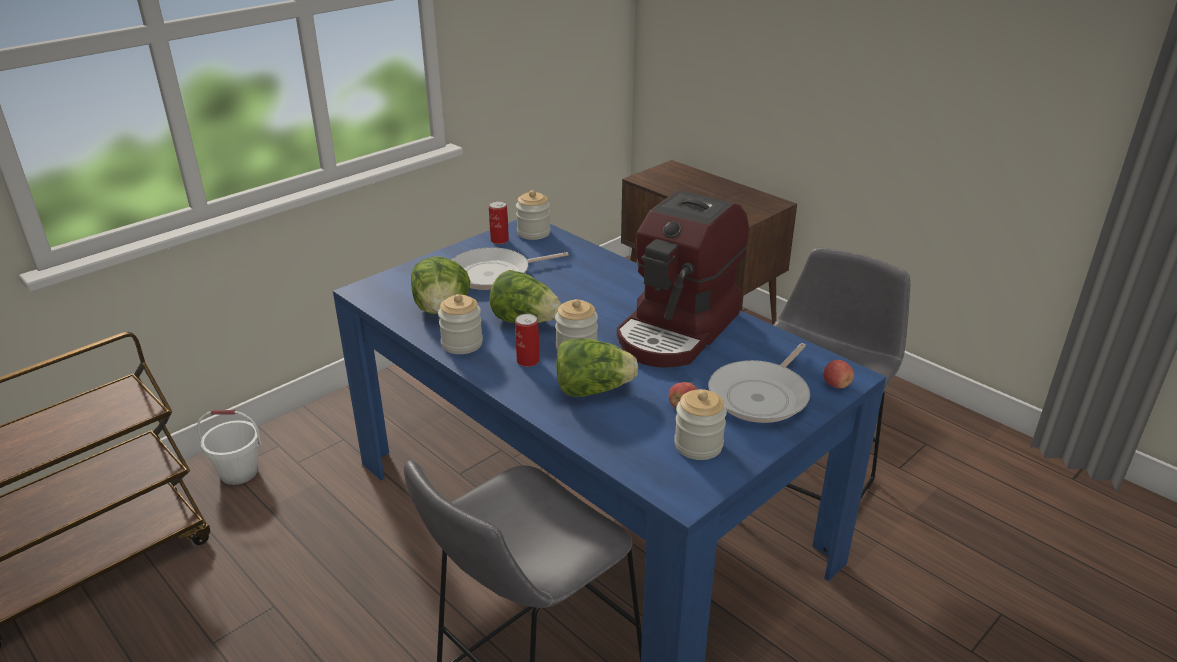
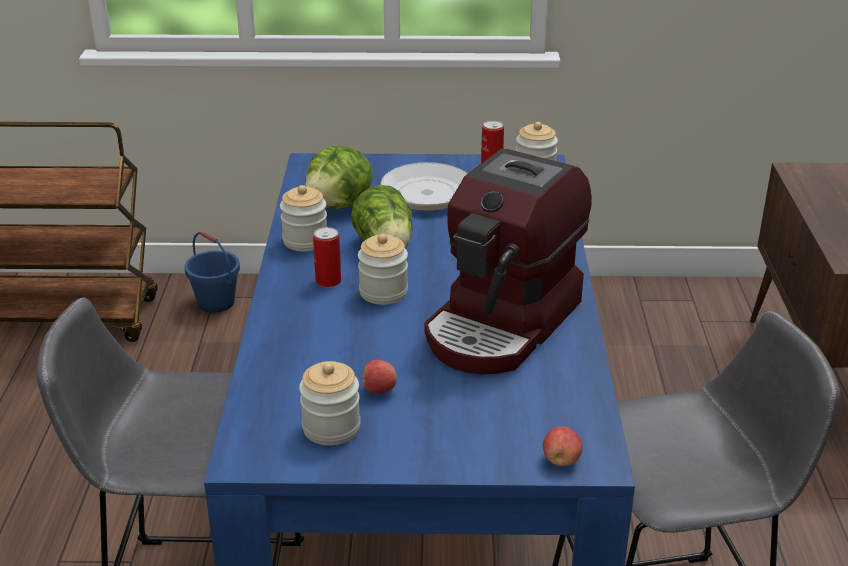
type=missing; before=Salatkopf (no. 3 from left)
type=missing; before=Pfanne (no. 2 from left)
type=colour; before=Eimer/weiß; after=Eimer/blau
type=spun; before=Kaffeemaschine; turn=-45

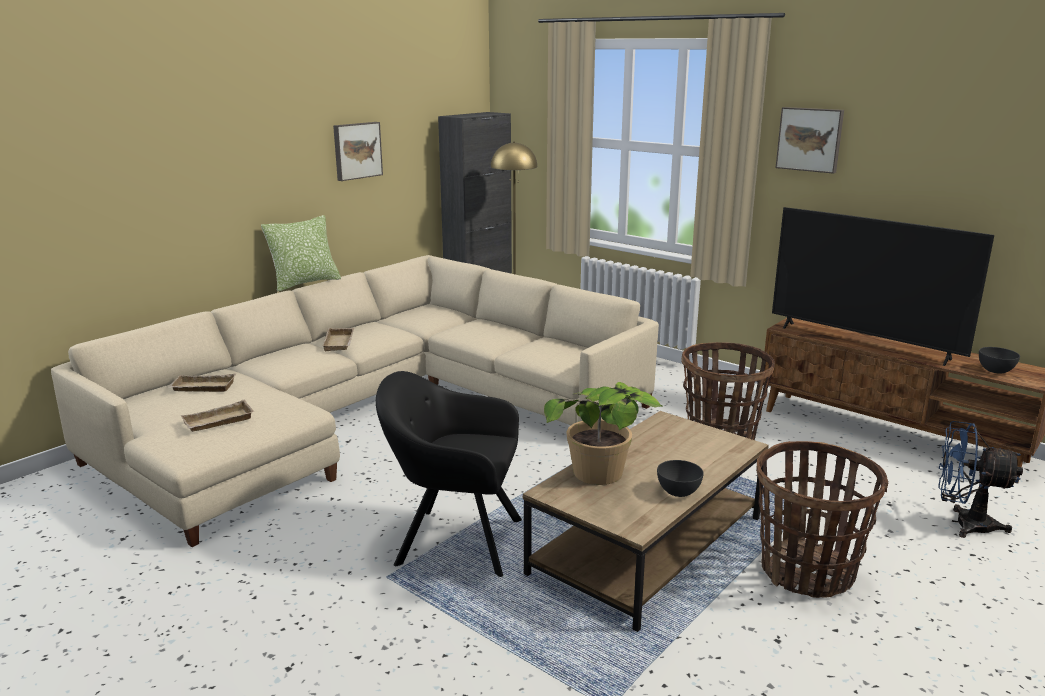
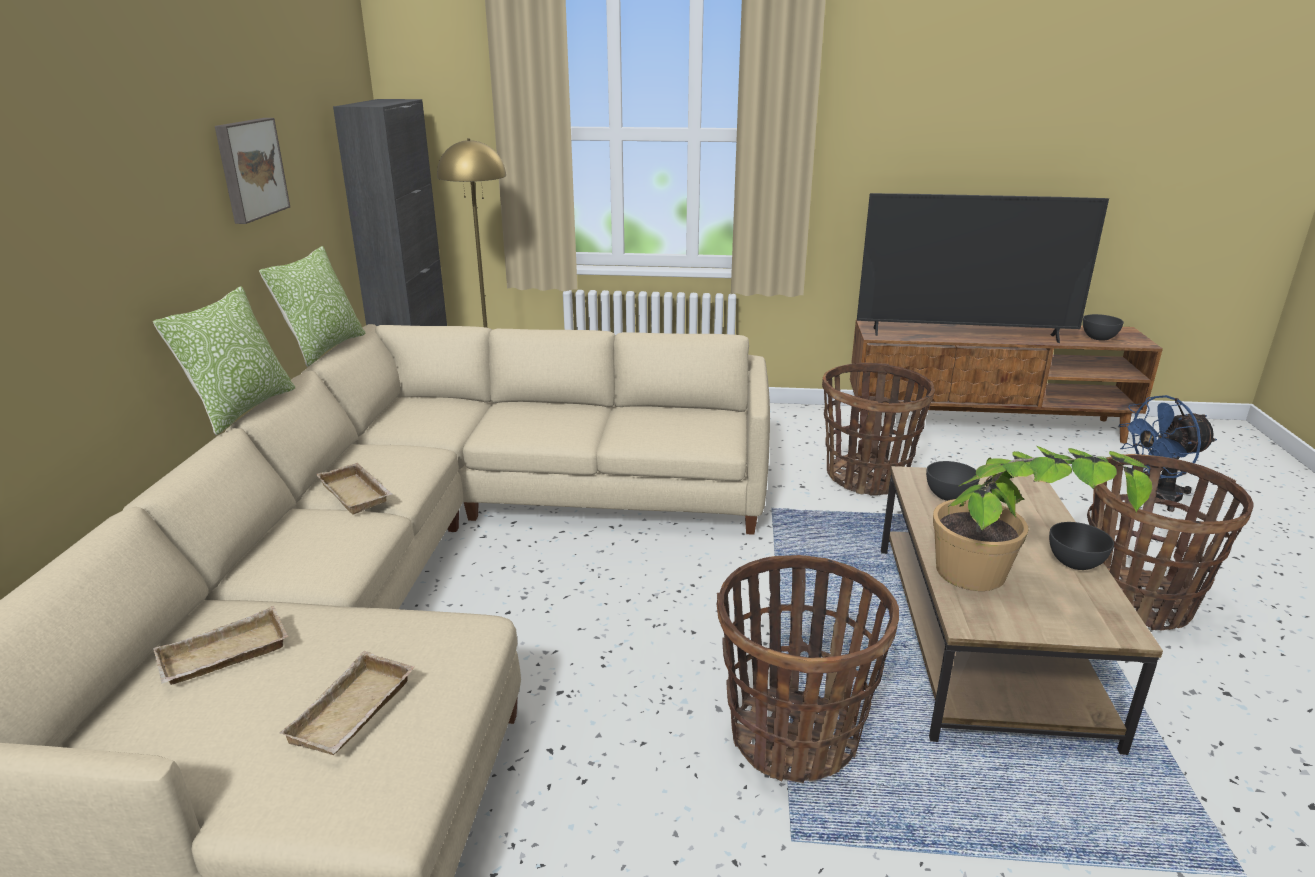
type=missing; before=Bild (no. 2 from left)
type=appeared; after=Kissen (no. 2 from left)
type=appeared; after=Schüssel/grau (no. 1 from left)
type=exchanged; before=Sessel/schwarz; after=Korb (no. 1 from left)

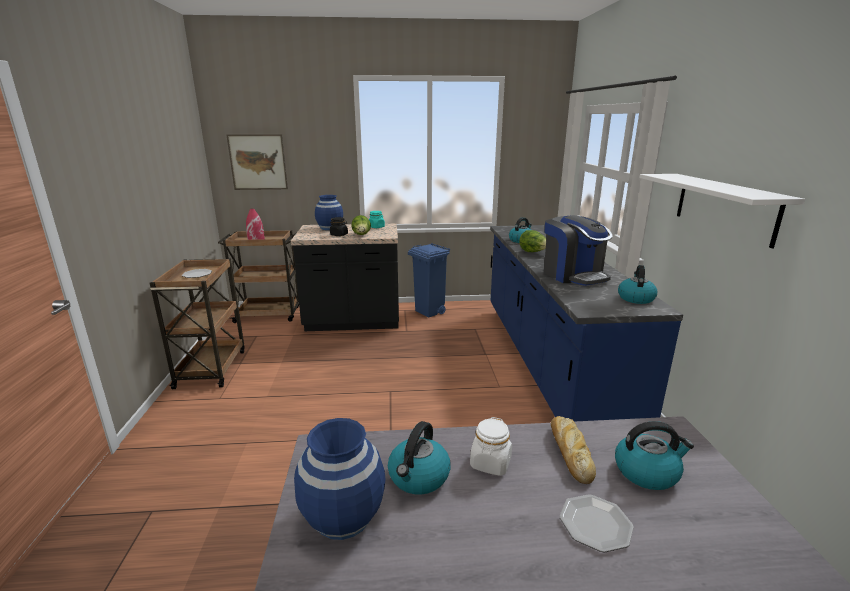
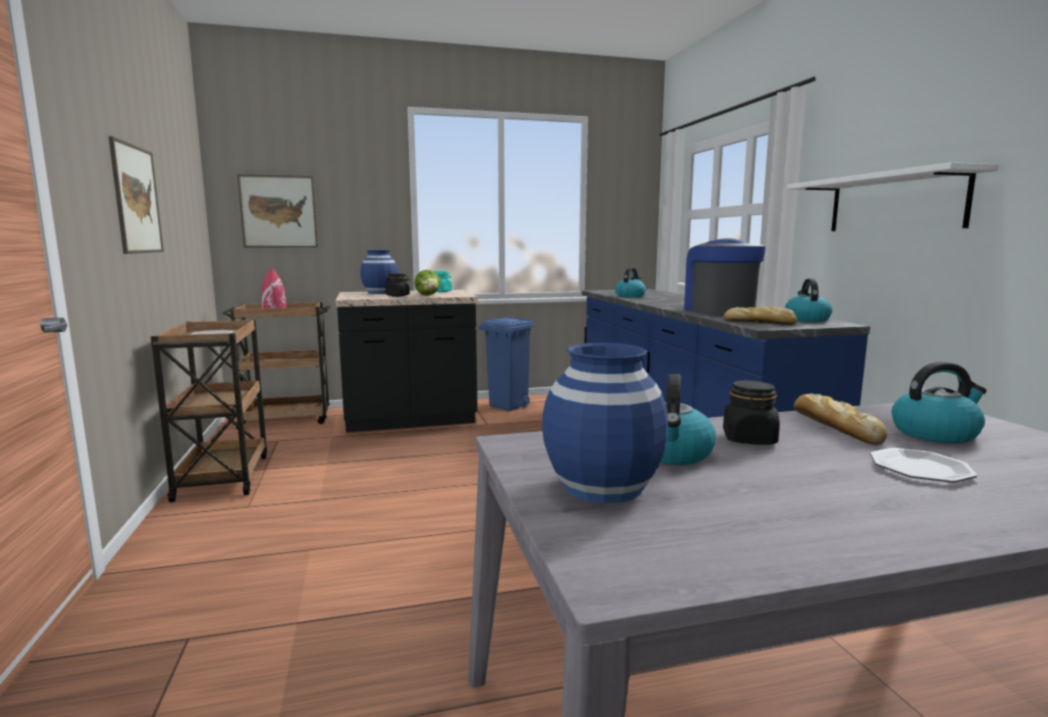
type=missing; before=Salatkopf (no. 2 from left)
type=appeared; after=Bild (no. 1 from left)
type=appeared; after=Brot (no. 1 from left)
type=colour; before=Vorratsglas/weiß; after=Vorratsglas/schwarz (no. 2 from left)
type=spun; before=Kaffeemaschine; turn=-150

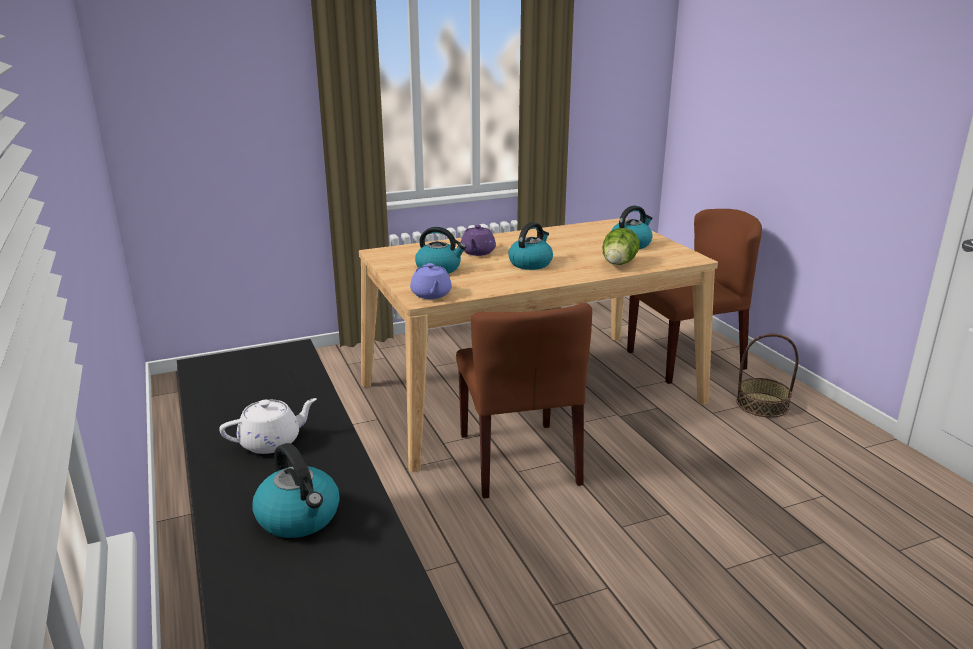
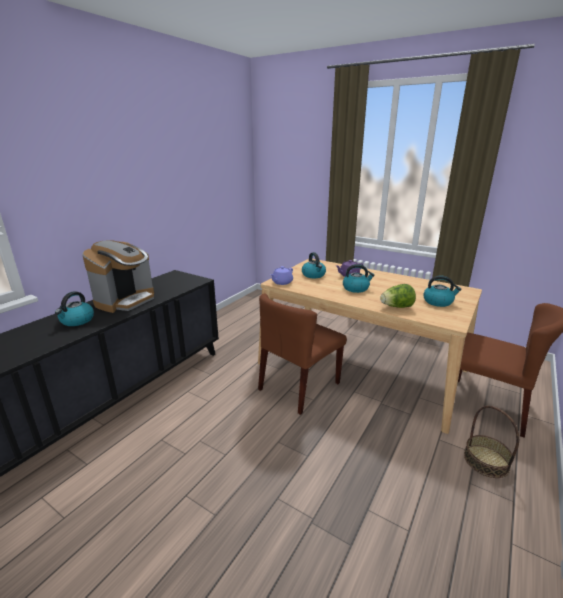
type=exchanged; before=Teekanne/weiß; after=Kaffeemaschine

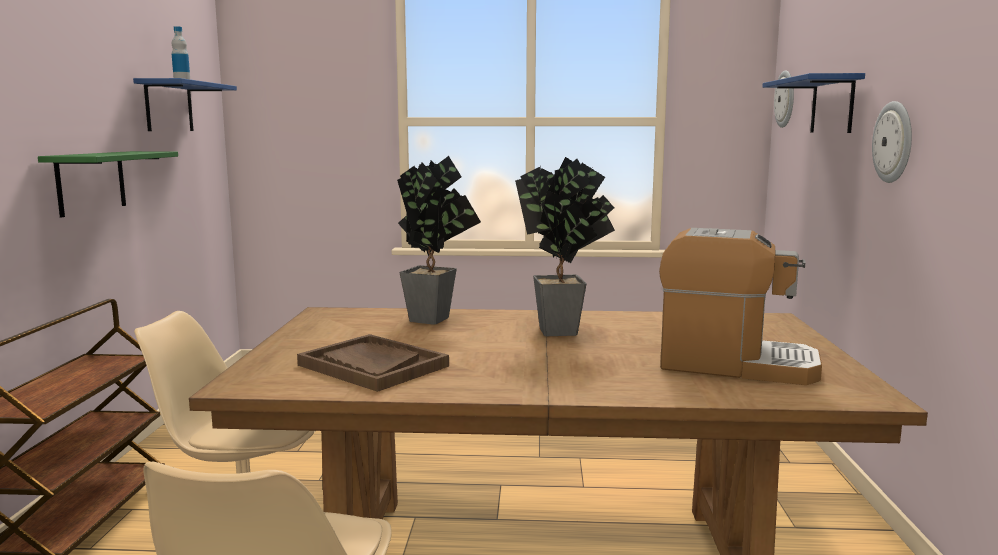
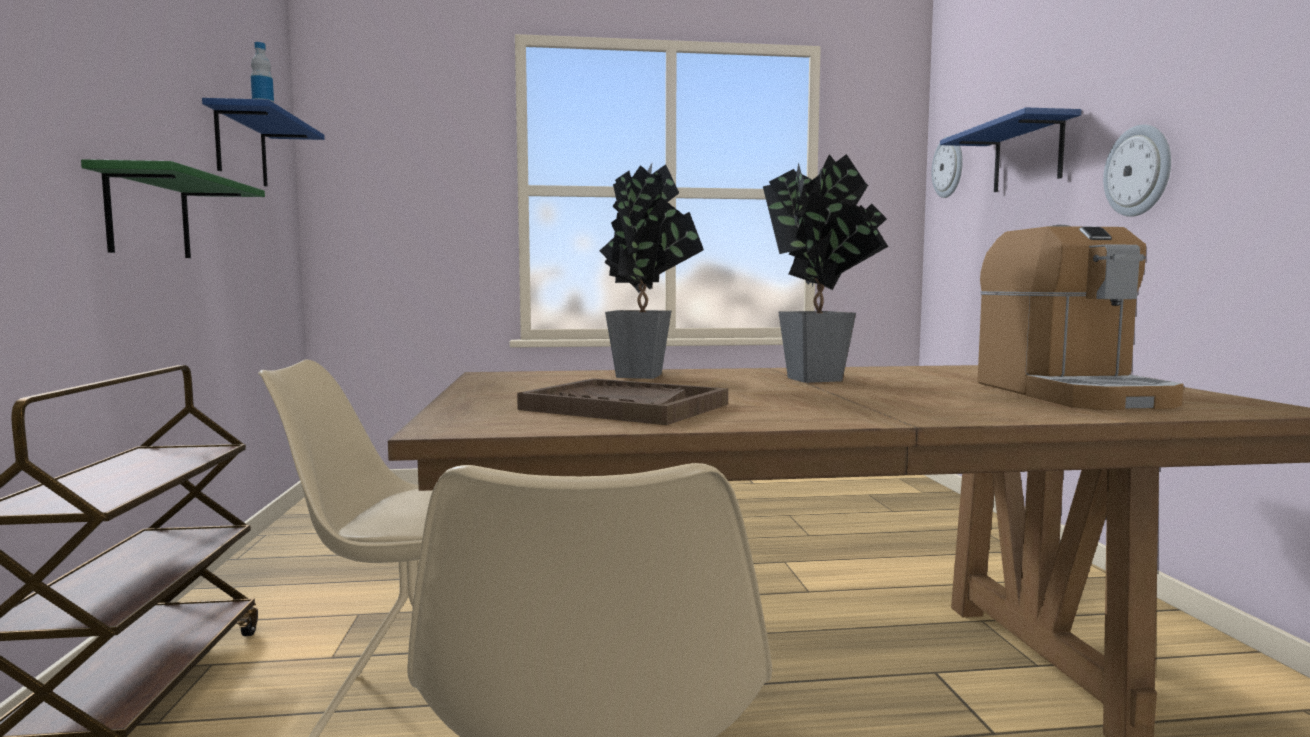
type=spun; before=Kaffeemaschine; turn=75

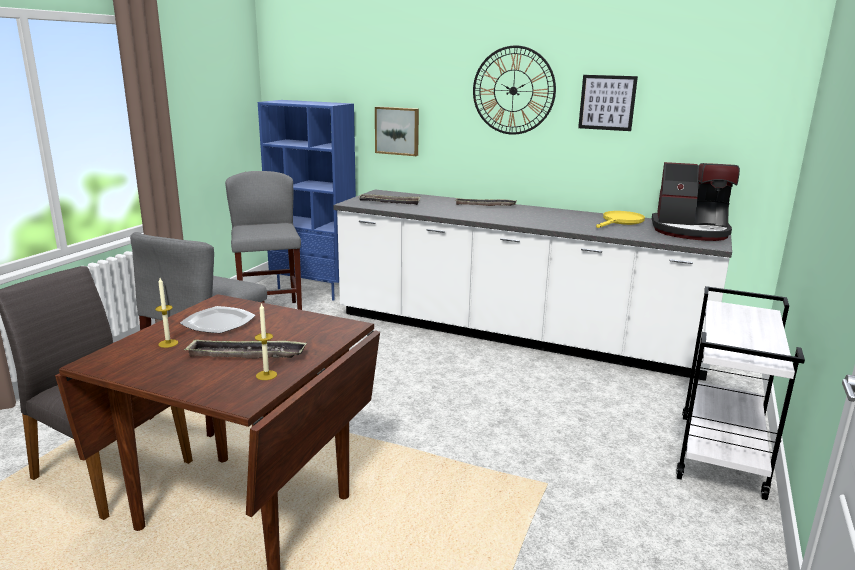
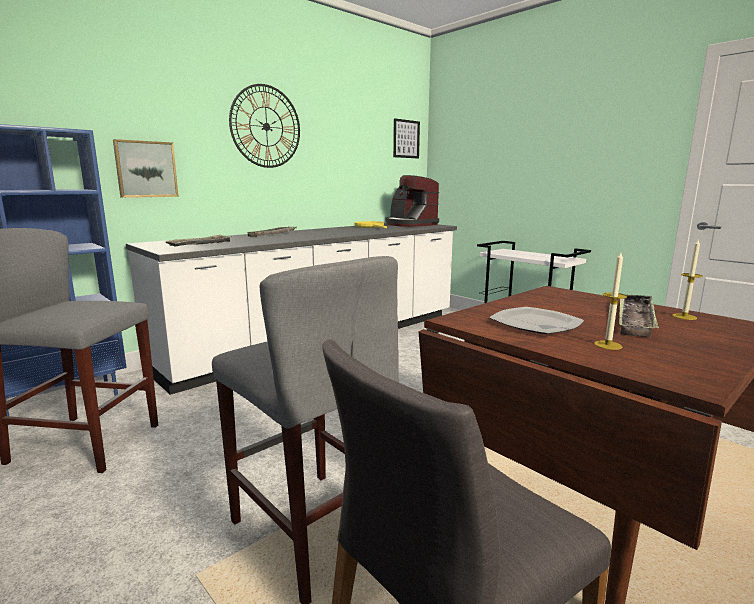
type=relocated; before=Bild (no. 2 from left)
type=spun; before=Kaffeemaschine; turn=105

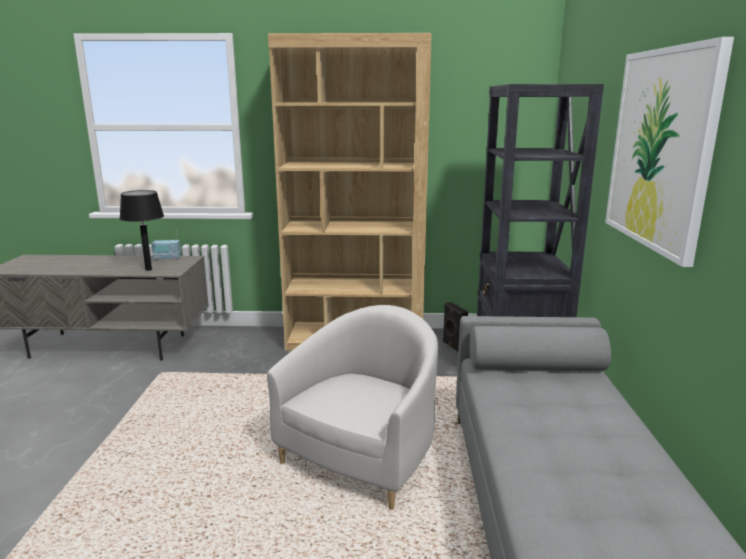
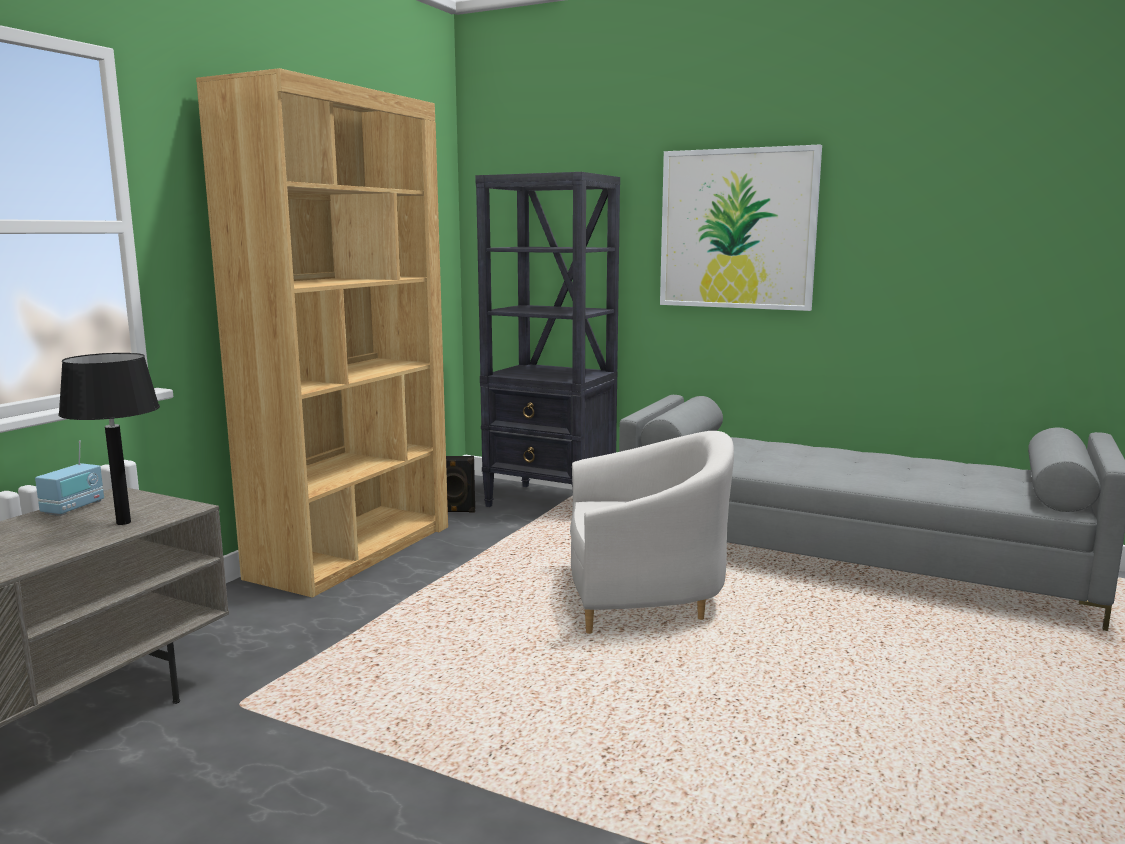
type=spun; before=Sessel/weiß; turn=120

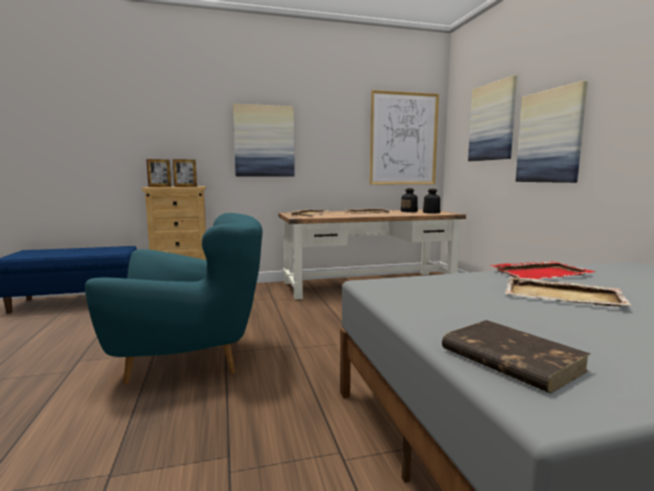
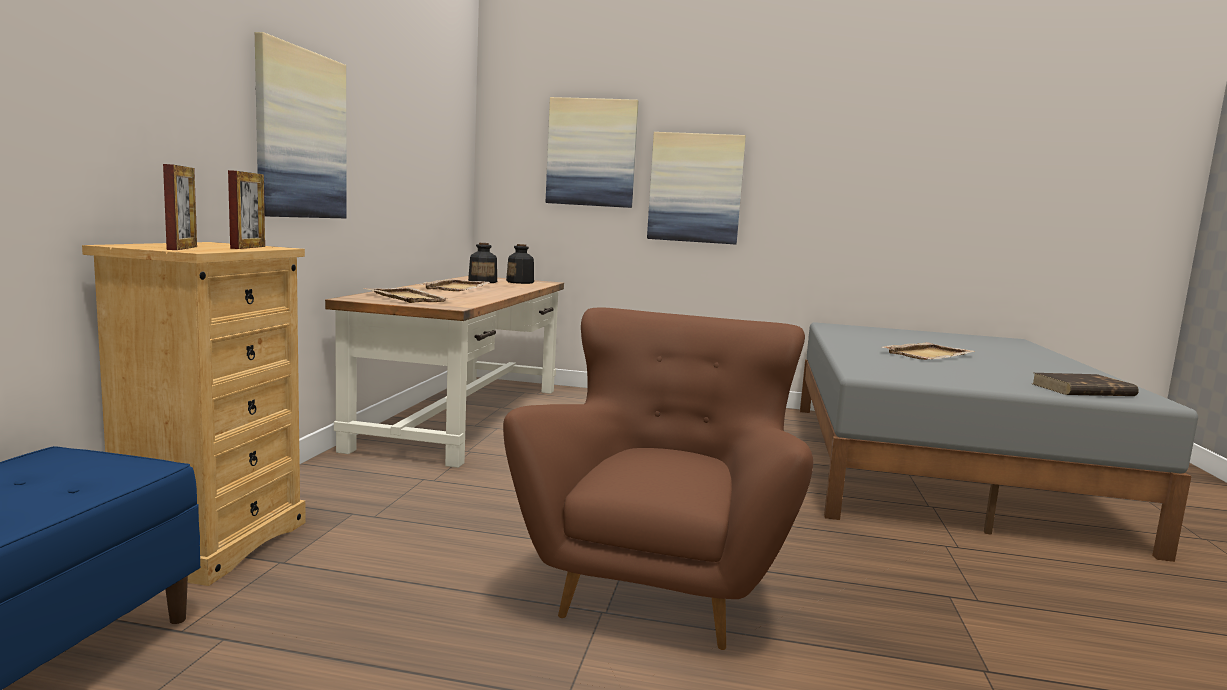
type=missing; before=Bild (no. 2 from left)
type=missing; before=Tablett/rot
type=colour; before=Sessel/türkis; after=Sessel/braun

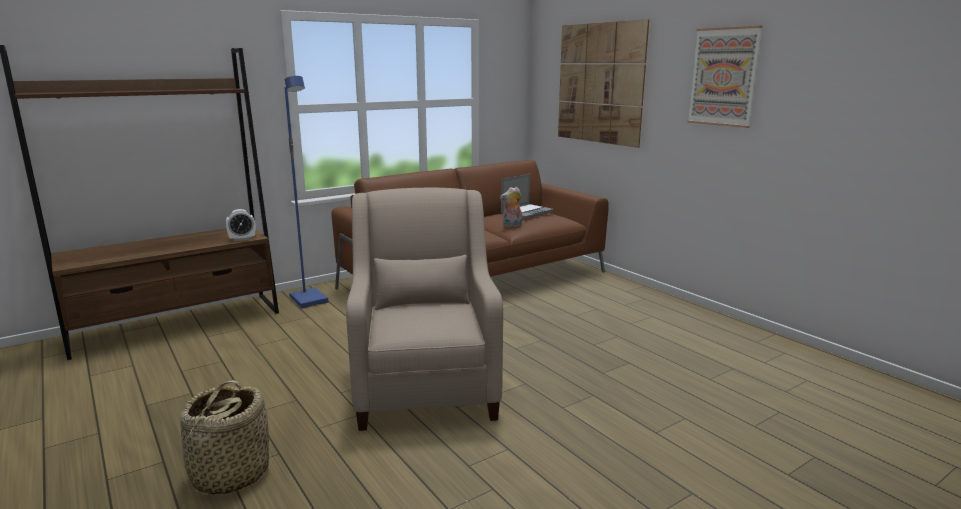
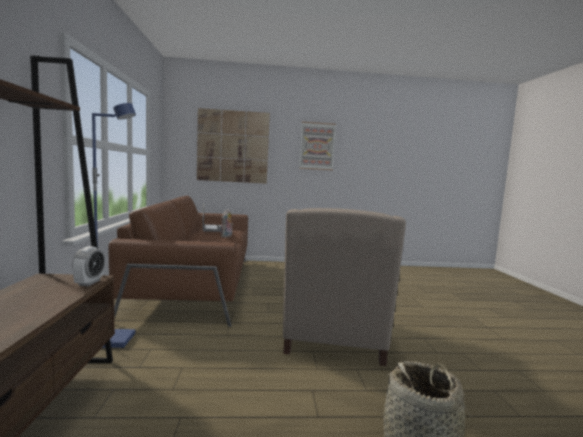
type=spun; before=Sessel/beige; turn=-105

